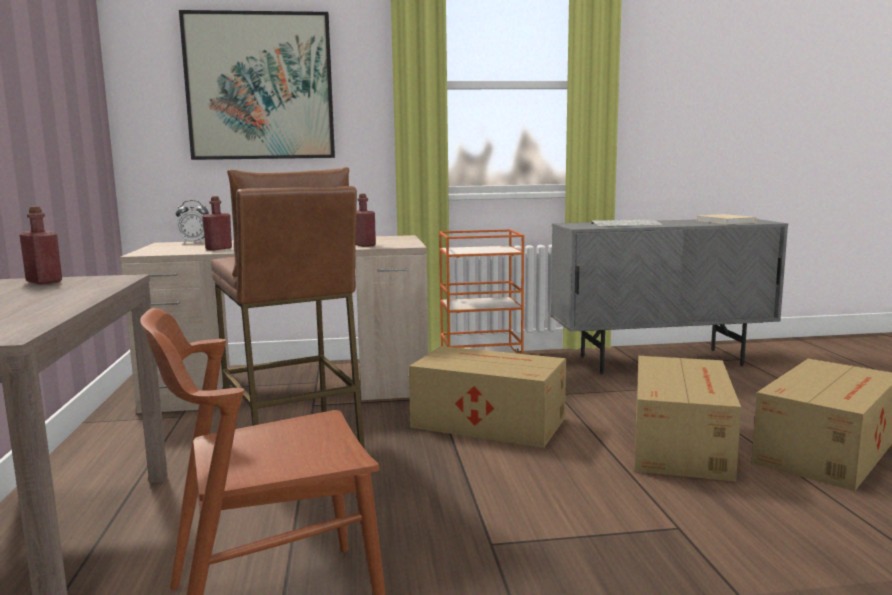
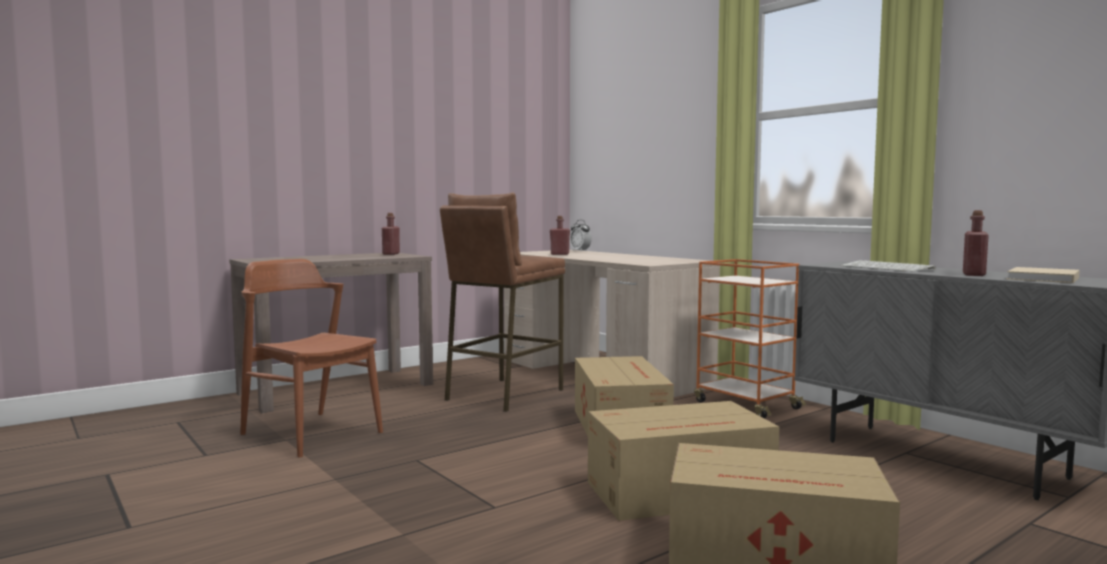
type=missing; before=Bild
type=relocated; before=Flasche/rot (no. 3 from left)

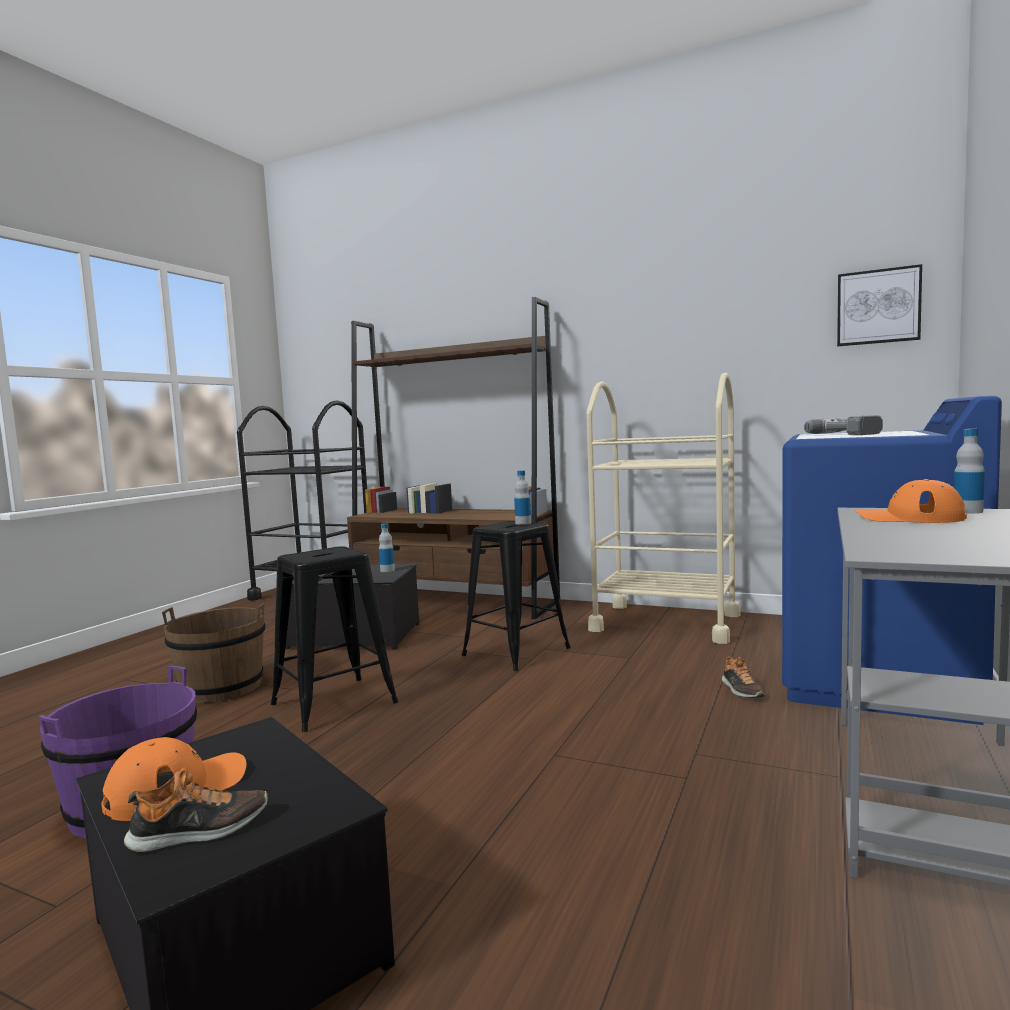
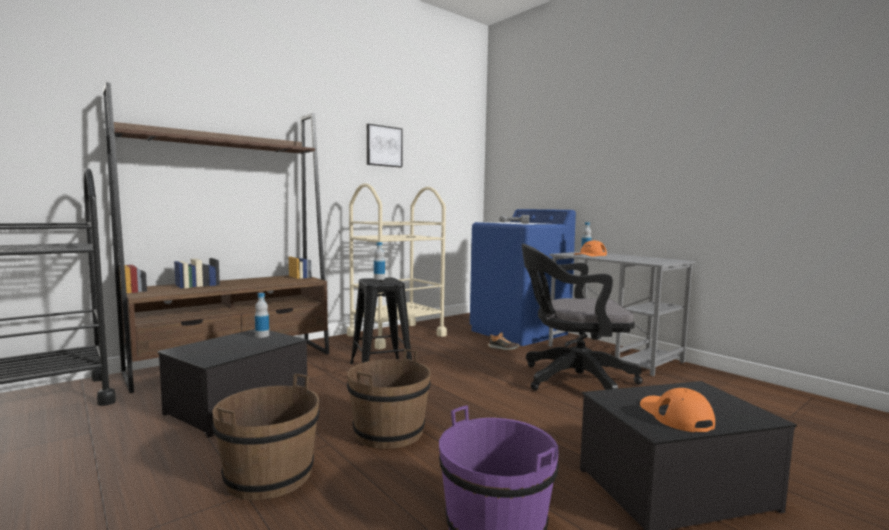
type=missing; before=Schuh (no. 1 from left)
type=appeared; after=Bürostuhl/schwarz
type=relocated; before=Bild
type=exchanged; before=Hocker/schwarz (no. 1 from left); after=Eimer/braun (no. 2 from left)

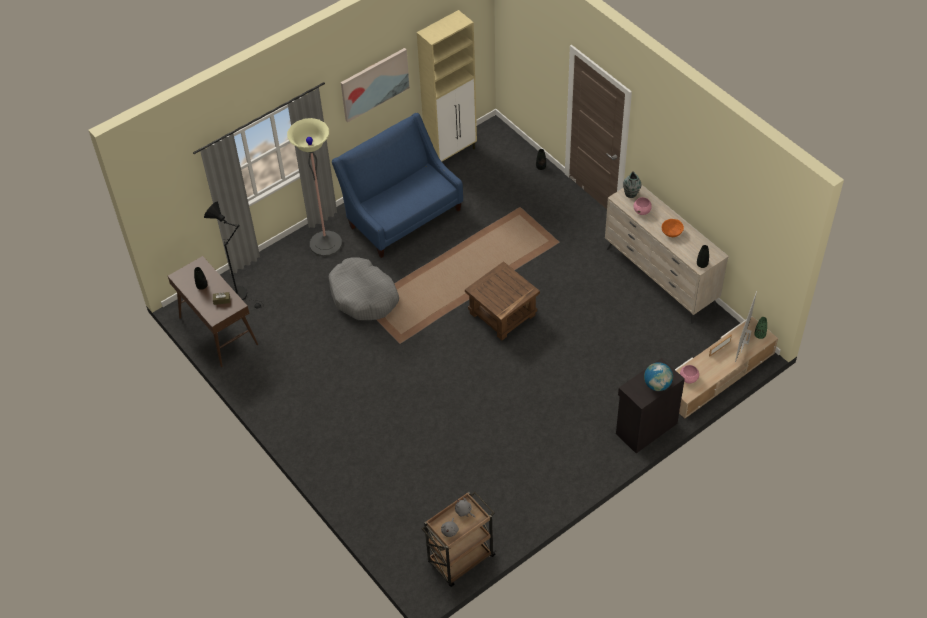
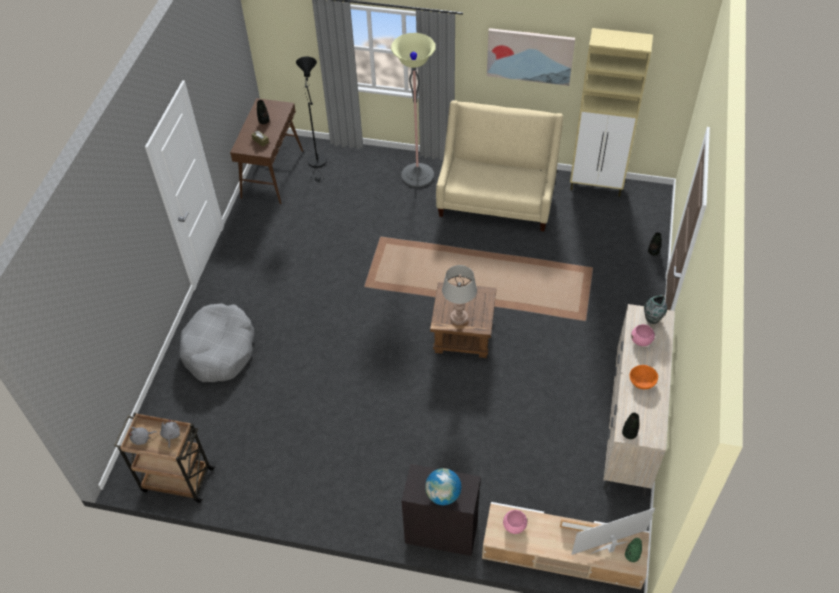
type=appeared; after=Tischlampe/grau
type=relocated; before=Hundebett/grau
type=colour; before=Sofa/blau; after=Sofa/beige

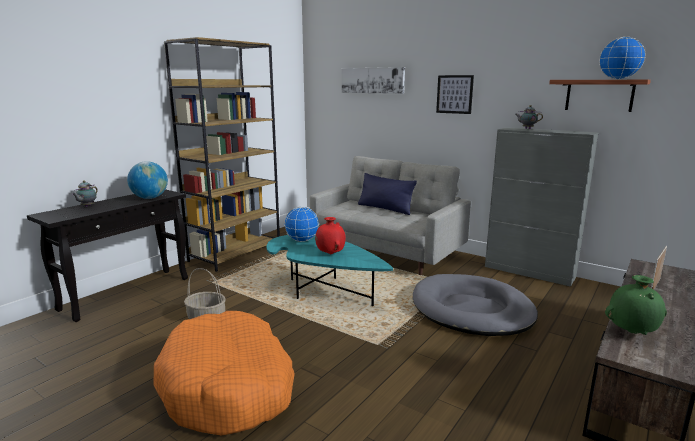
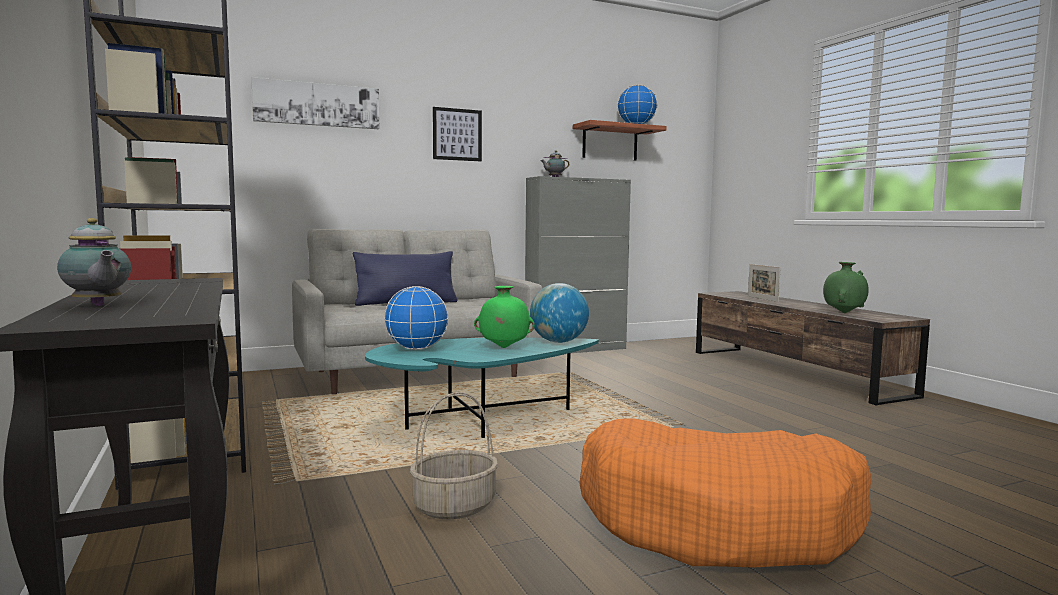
type=missing; before=Hundebett/grau
type=relocated; before=Globus (no. 1 from left in the first image); after=Globus (no. 2 from left)
type=colour; before=Vase/rot; after=Vase/grün (no. 1 from left)

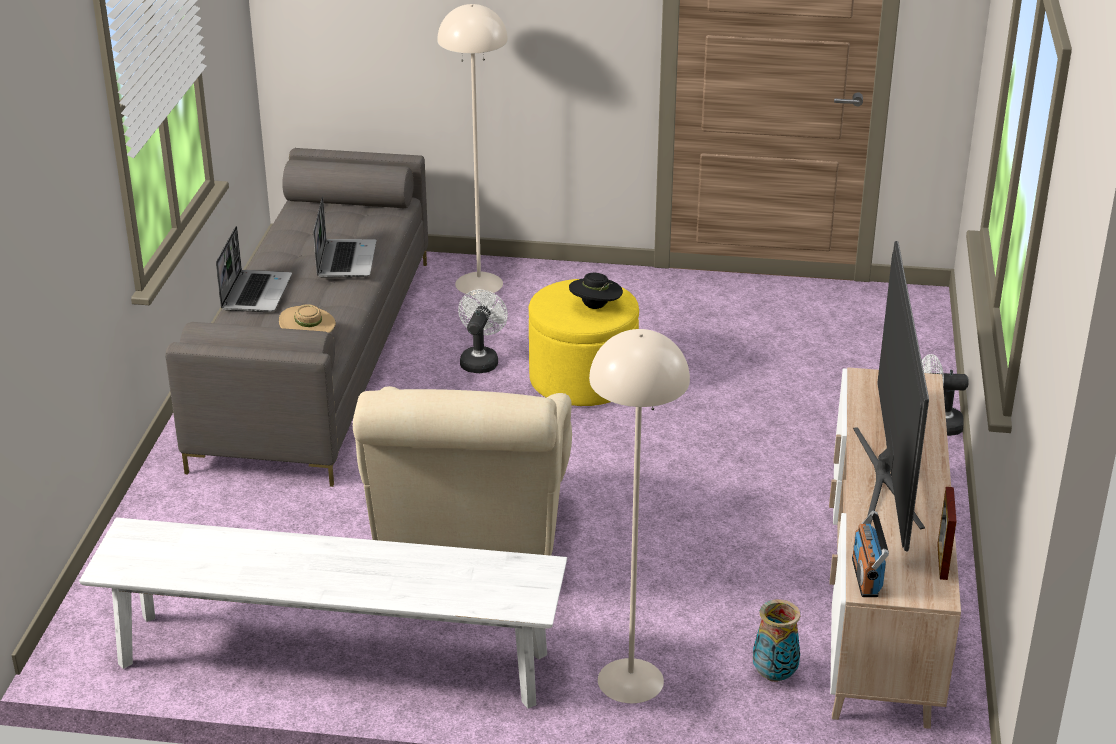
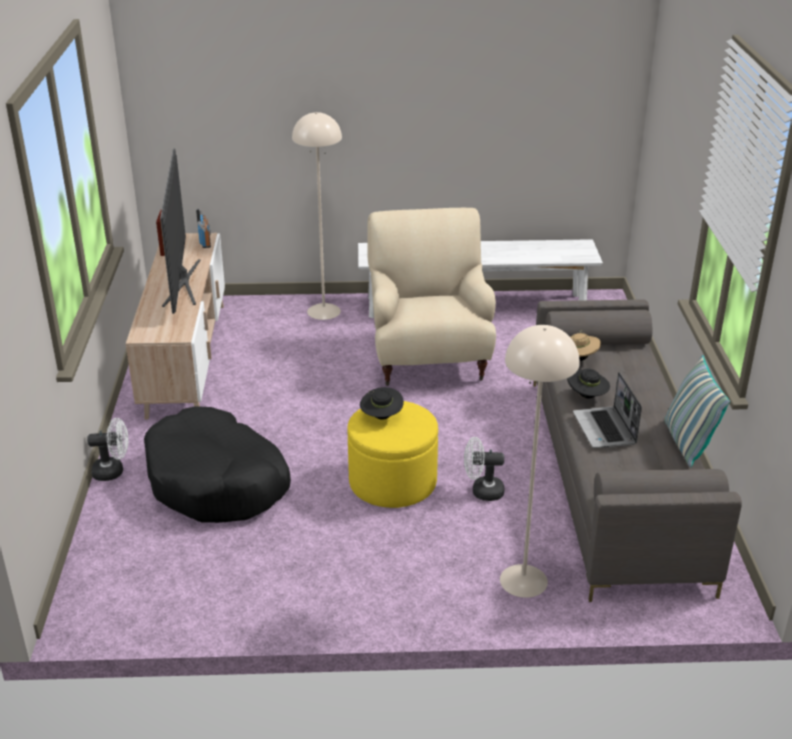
type=missing; before=Laptop (no. 1 from left)
type=missing; before=Vase
type=appeared; after=Hundebett/schwarz
type=appeared; after=Hut/schwarz (no. 2 from left)
type=appeared; after=Kissen
type=spun; before=Ventilator/weiß (no. 1 from left in the first image); turn=90

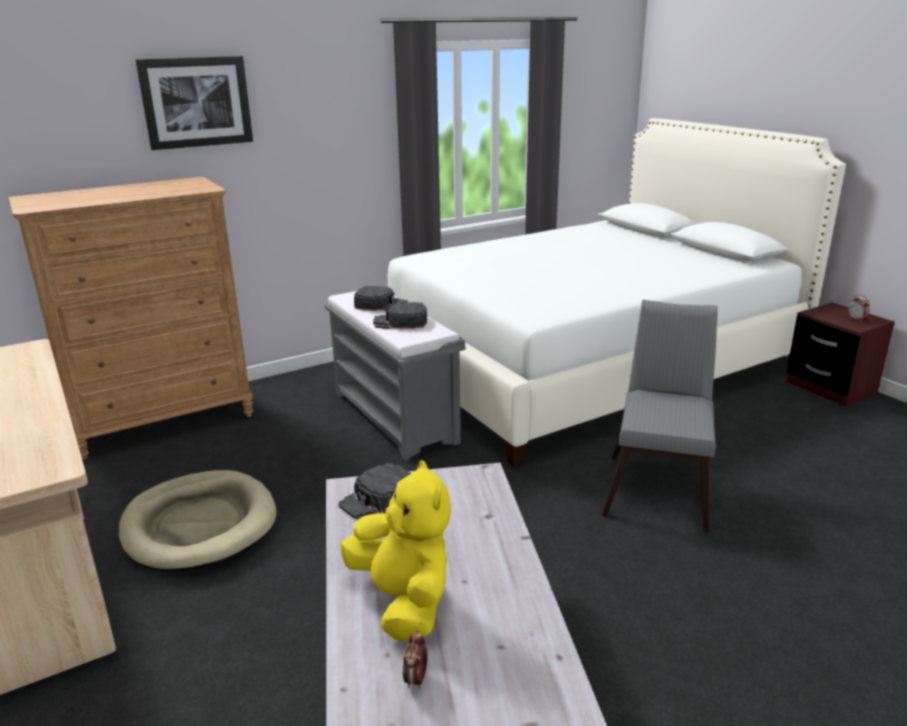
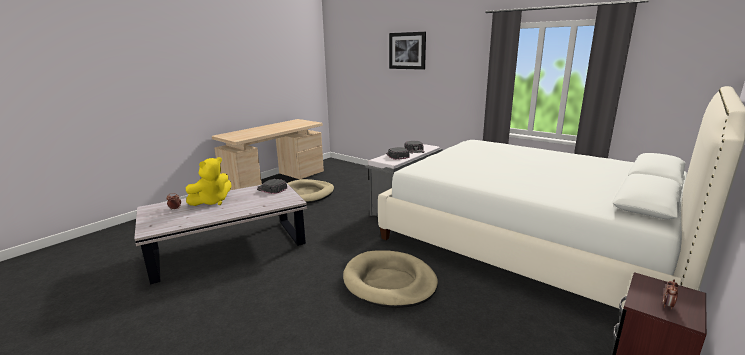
type=missing; before=Kommode/braun
type=exchanged; before=Stuhl/grau; after=Hundebett/beige (no. 2 from left)

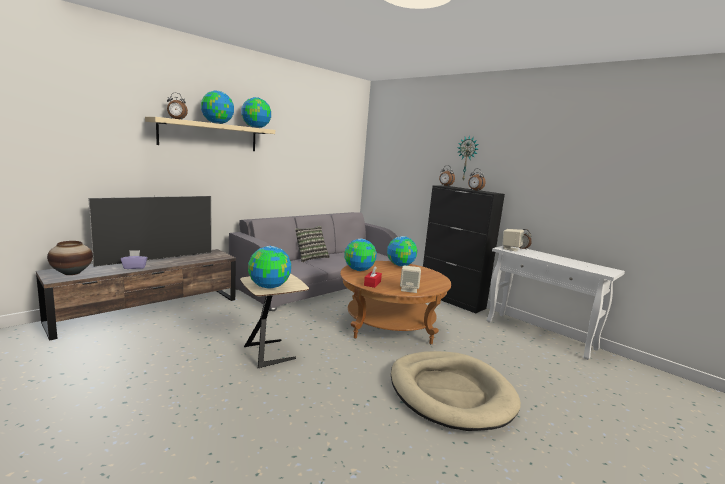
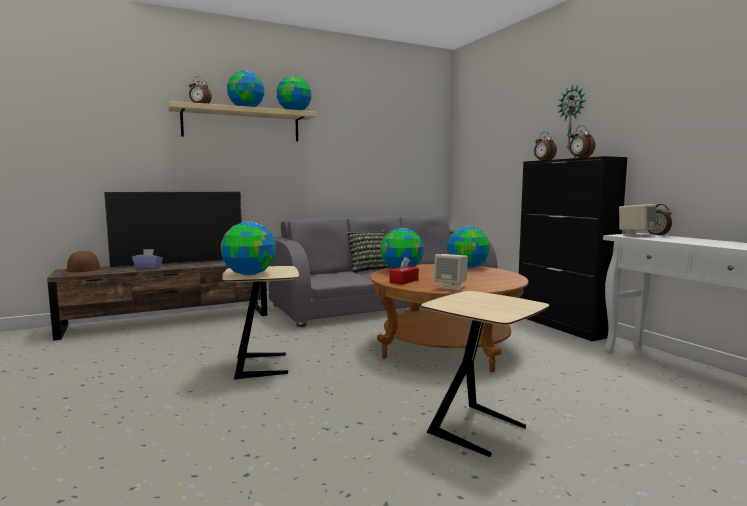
type=exchanged; before=Vase; after=Hut/braun
type=exchanged; before=Hundebett/beige; after=Beistelltisch/beige (no. 2 from left)

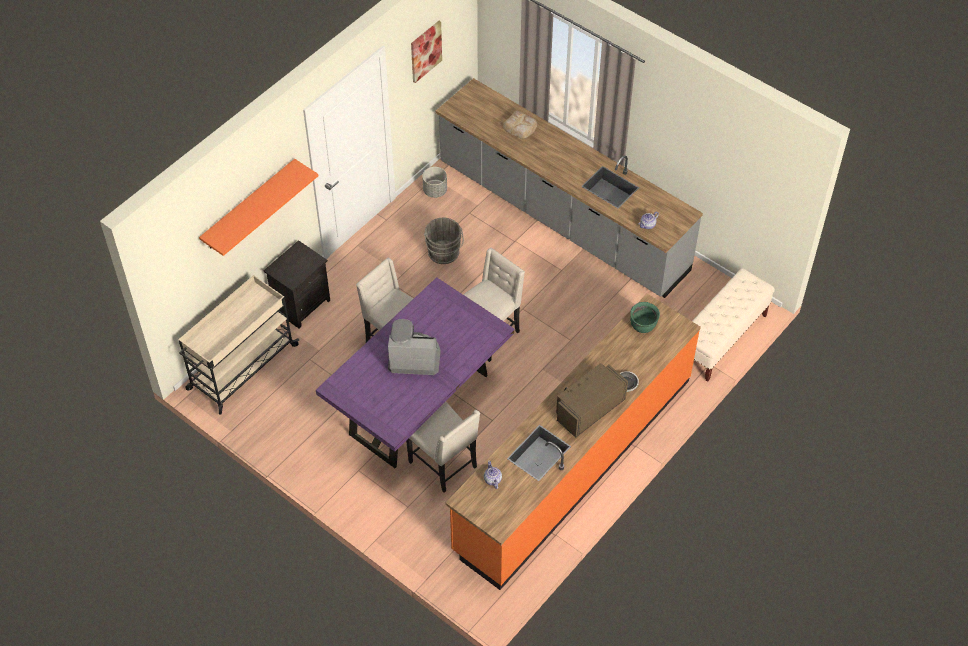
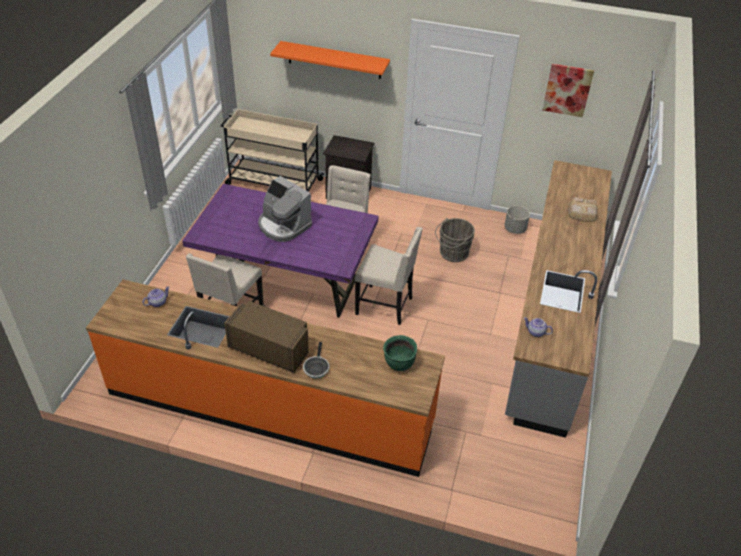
type=missing; before=Bank/beige
type=spun; before=Kaffeemaschine; turn=150

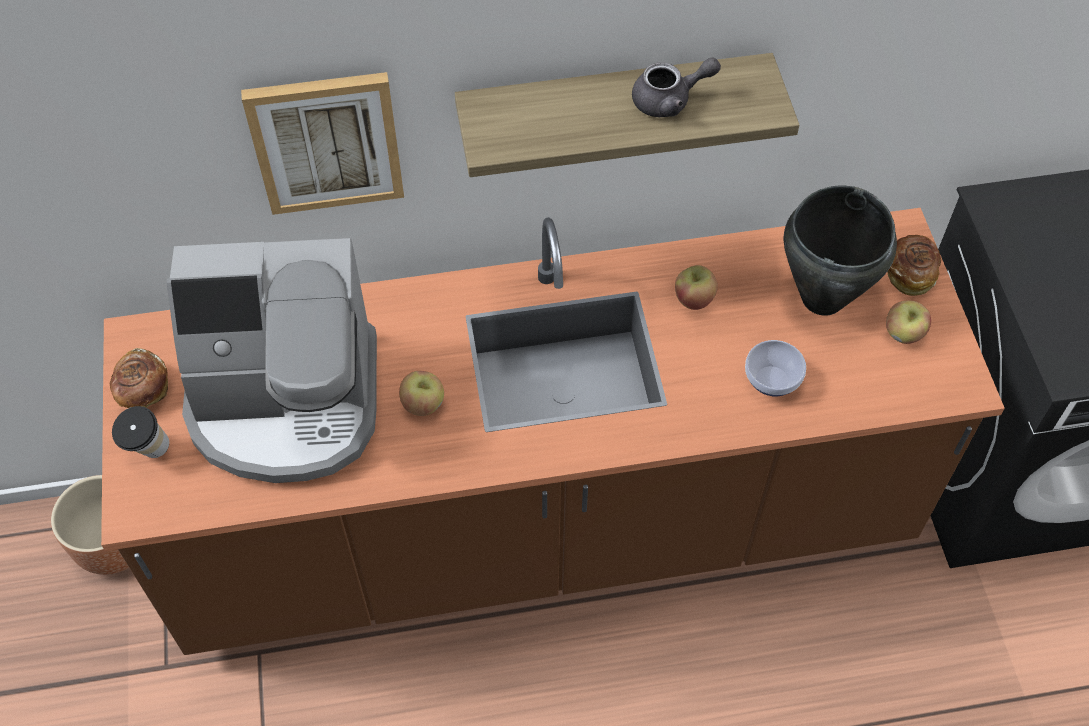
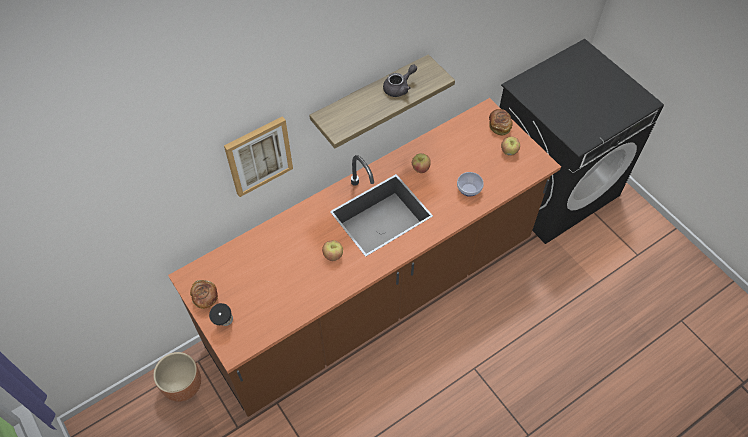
type=missing; before=Kaffeemaschine
type=missing; before=Kochtopf/schwarz

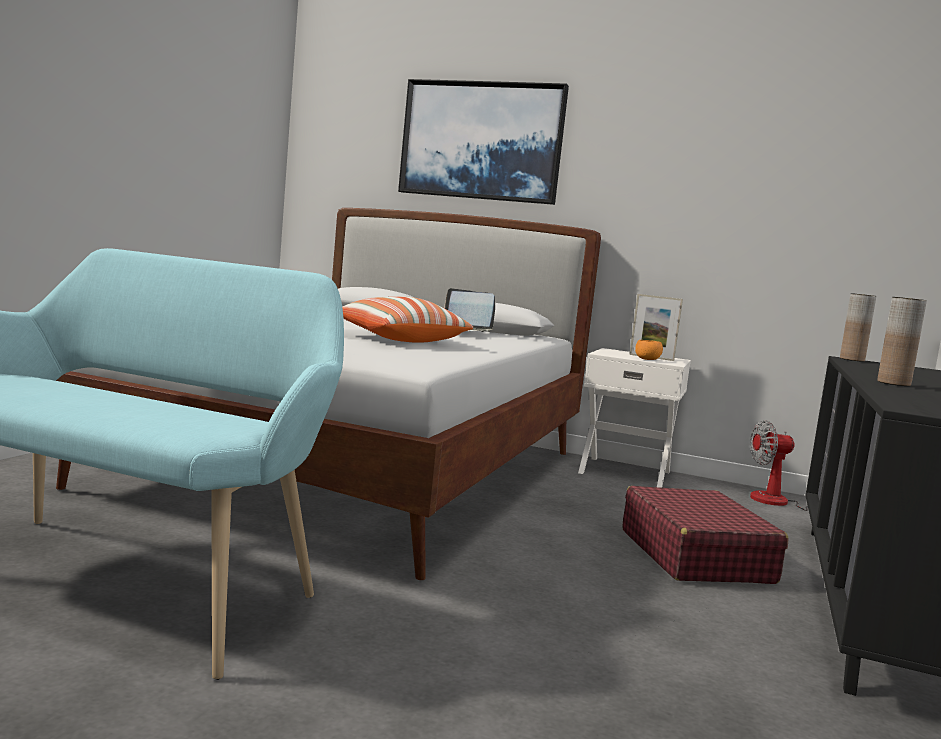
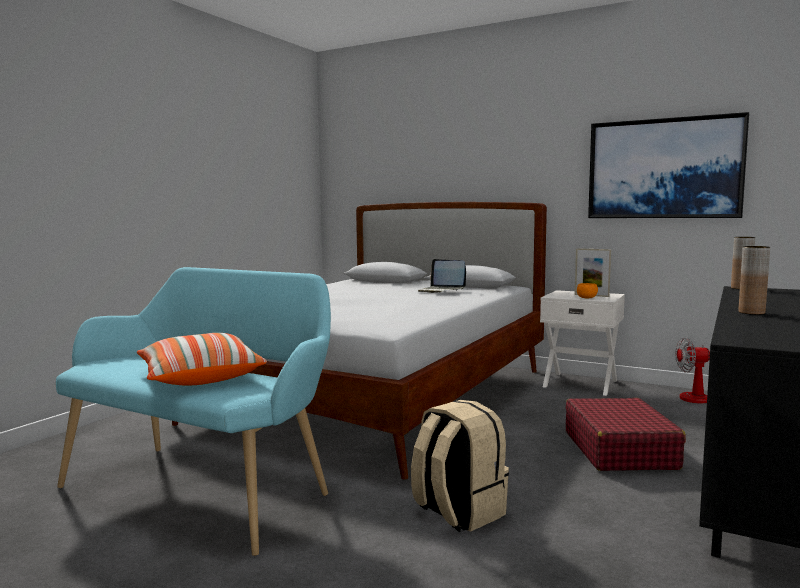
type=appeared; after=Rucksack/beige
type=relocated; before=Kissen
type=relocated; before=Bild

